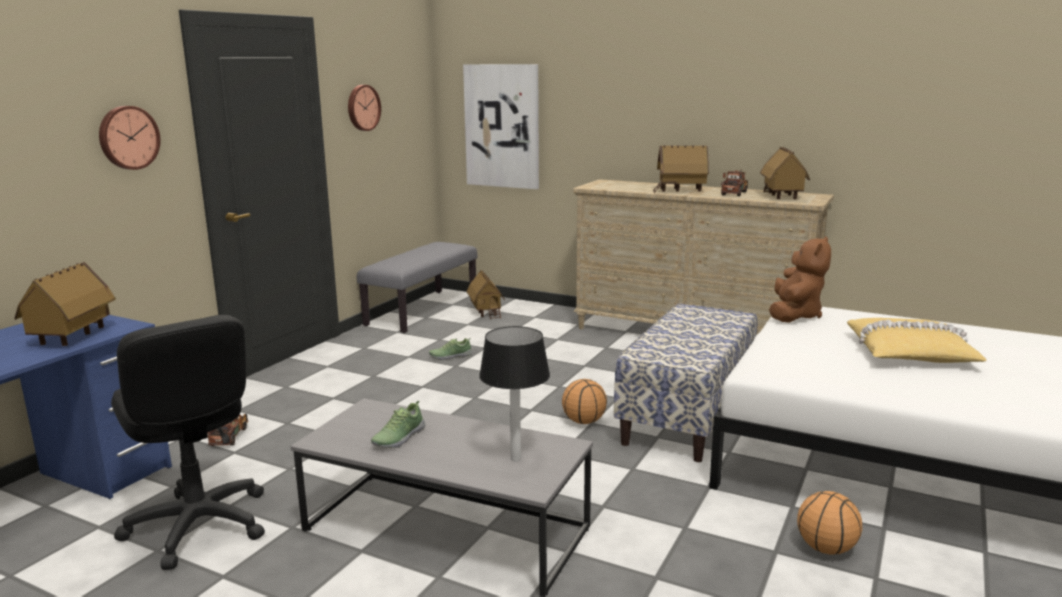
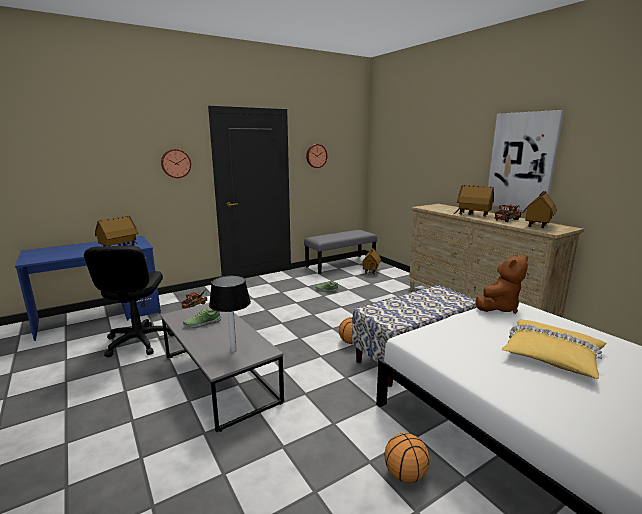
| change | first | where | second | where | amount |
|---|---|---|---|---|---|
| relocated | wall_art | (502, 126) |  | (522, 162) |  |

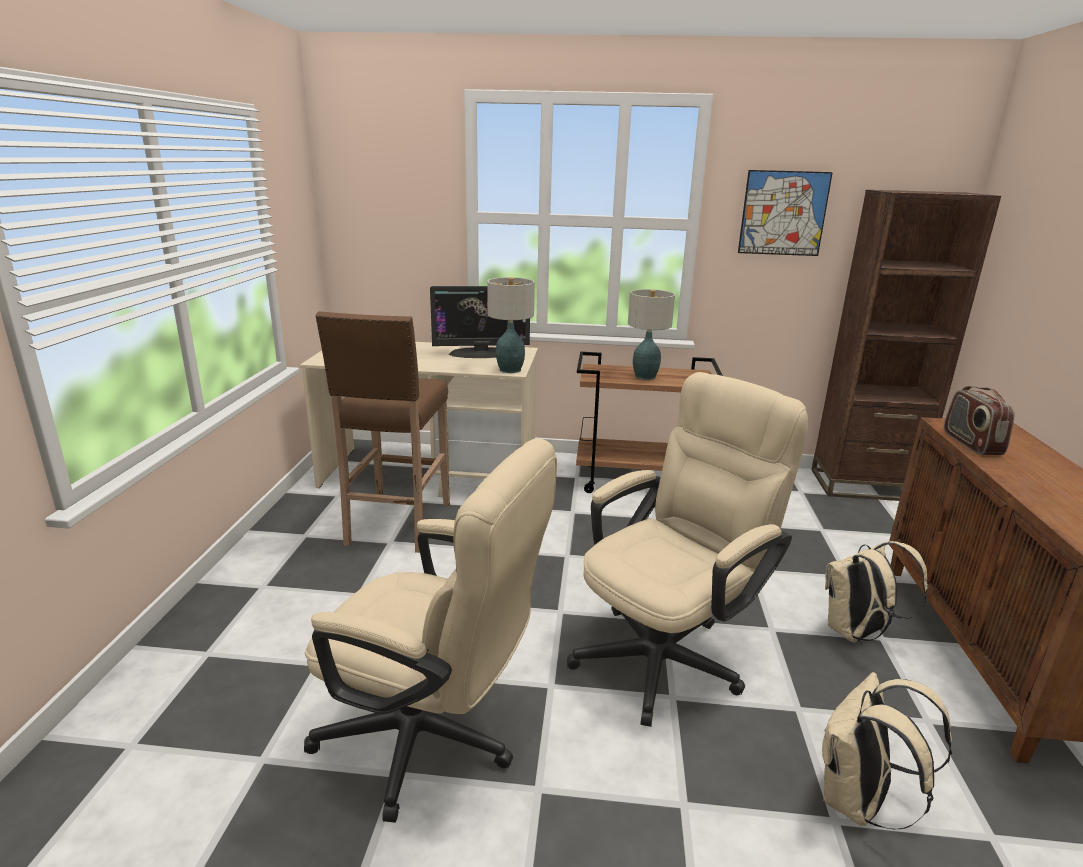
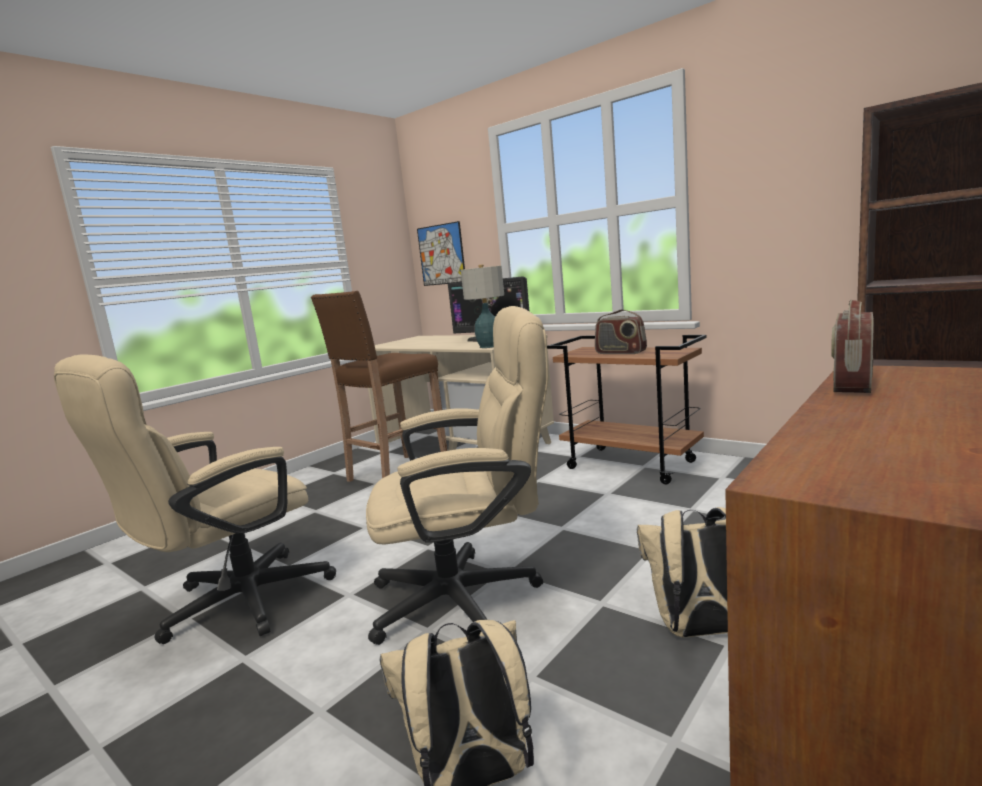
| change | first | where | second | where | amount |
|---|---|---|---|---|---|
| relocated | wall_art | (783, 213) |  | (441, 254) |  |
| exchanged | lamp_for_a_table | (645, 376) | radio | (620, 352) |  |
| spun | beige-coloured_desk_chair | (433, 741) |  | (231, 606) | 75 degrees clockwise |

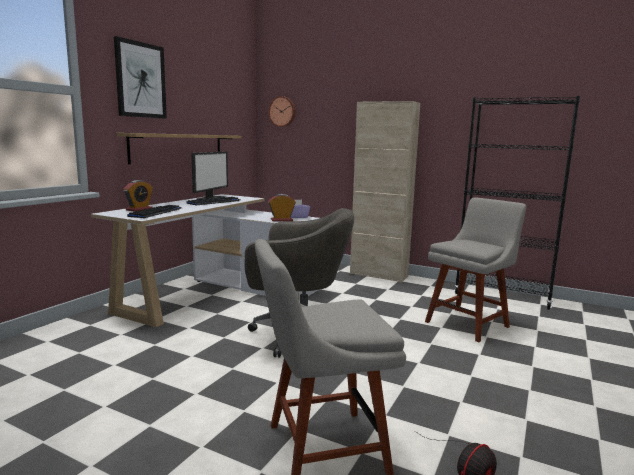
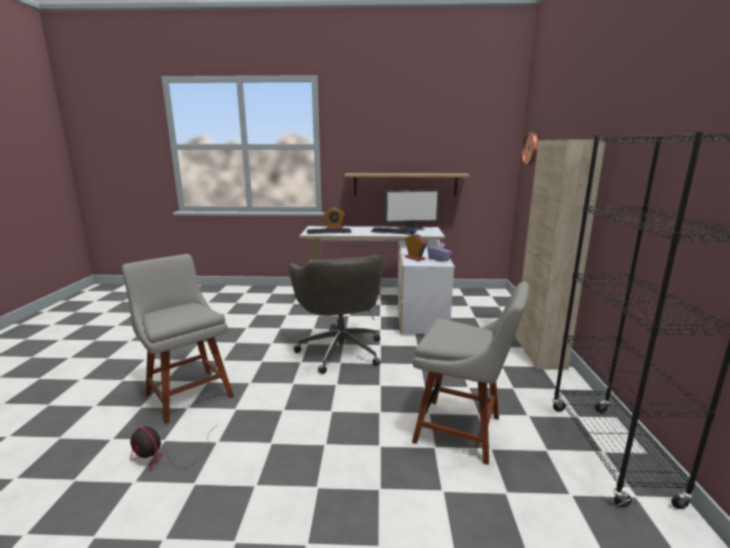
| change | first | where | second | where | amount |
|---|---|---|---|---|---|
| missing | wall_art | (140, 80) |  |  |  |

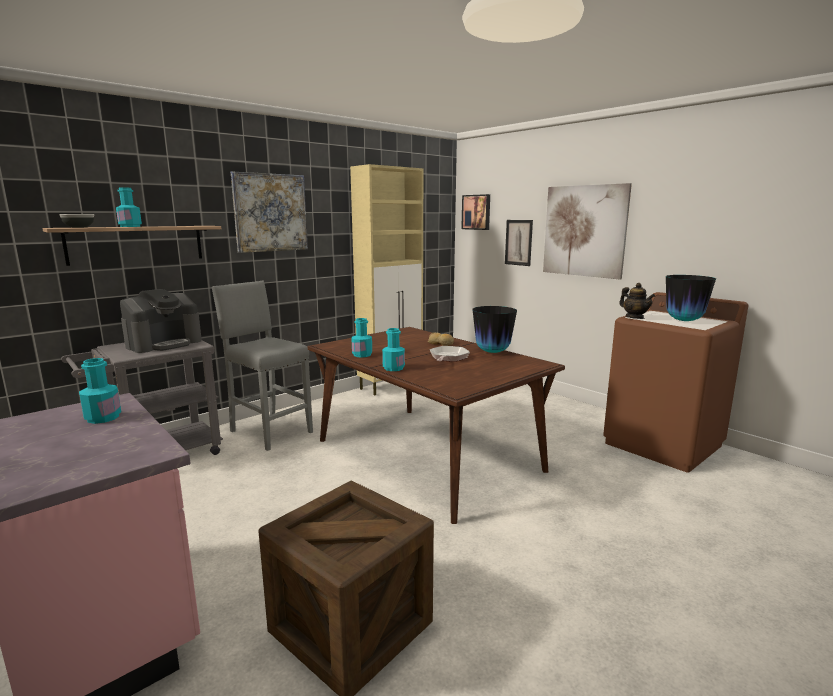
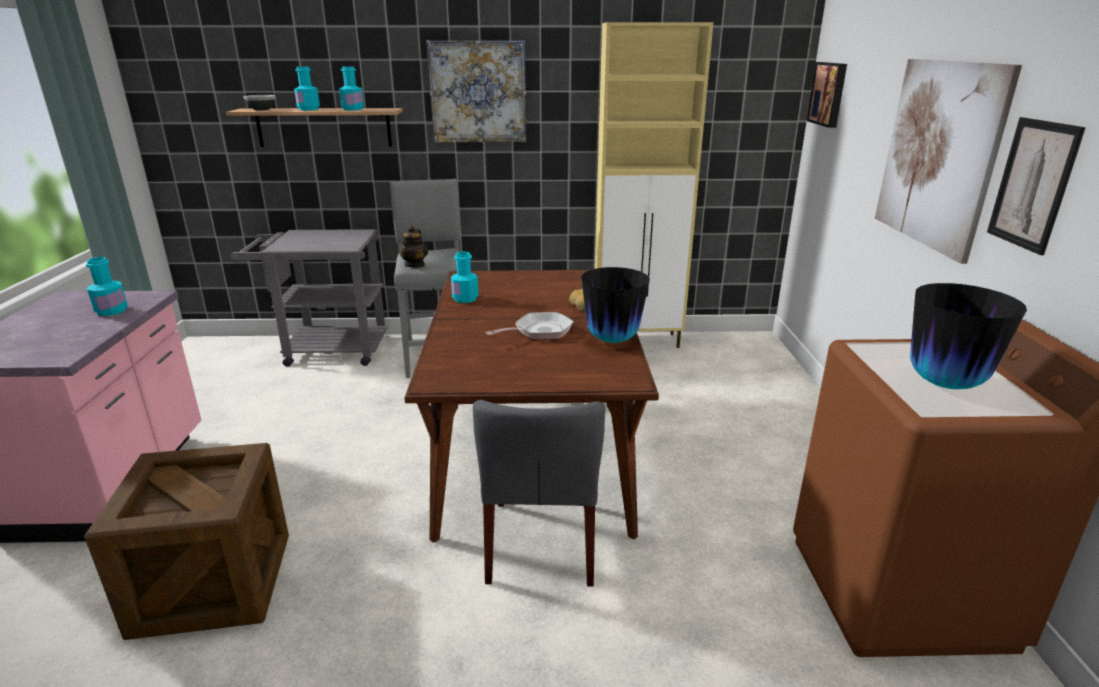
| change | first | where | second | where | amount |
|---|---|---|---|---|---|
| relocated | wall_art | (518, 242) |  | (1033, 184) |  |
| relocated | teapot | (634, 317) |  | (415, 264) |  |
| missing | coffee_machine | (164, 343) |  |  |  |
| relocated | turquoise_beverage_bottle | (393, 368) |  | (353, 109) |  |
| appeared |  |  | gray_upright_chair | (541, 542) |  |

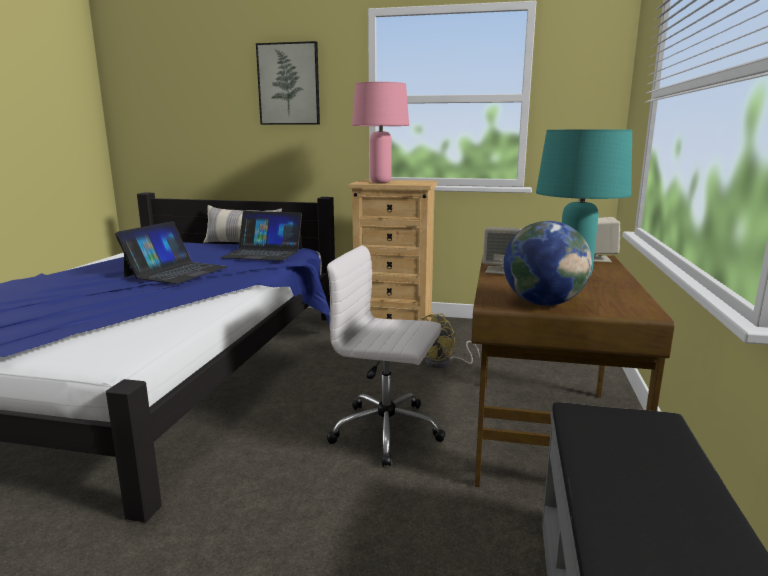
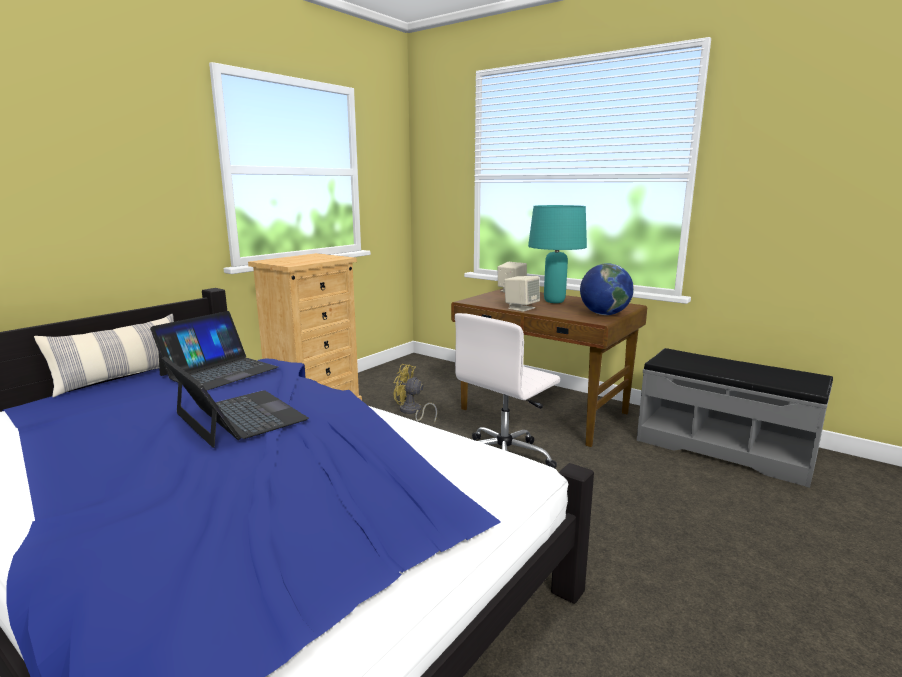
| change | first | where | second | where | amount |
|---|---|---|---|---|---|
| missing | wall_art | (289, 84) |  |  |  |
| missing | pink-coloured_lamp_for_a_table | (380, 182) |  |  |  |
| spun | yellow_cooling_fan | (444, 363) |  | (412, 412) | 135 degrees clockwise |

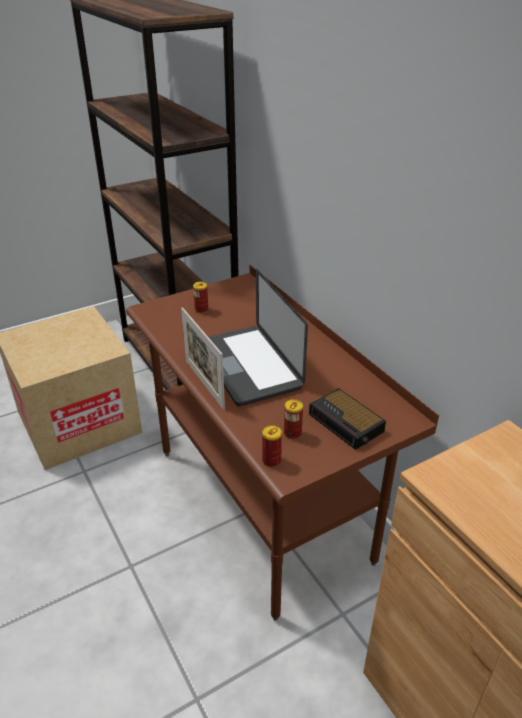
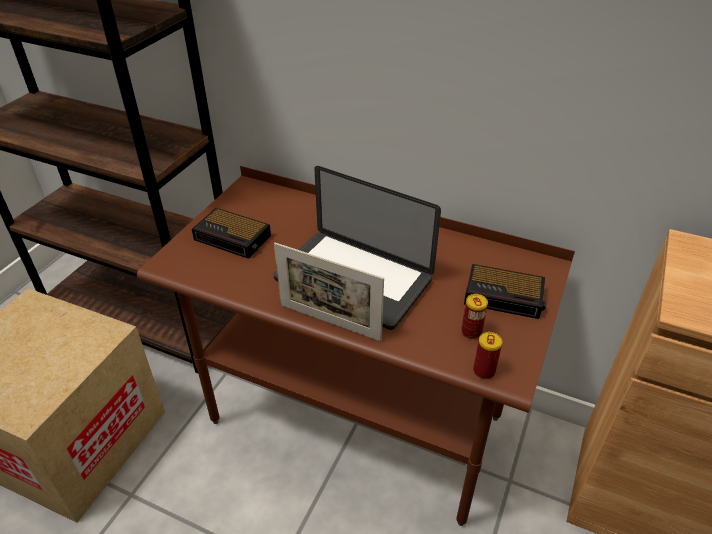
| change | first | where | second | where | amount |
|---|---|---|---|---|---|
| exchanged | can | (201, 310) | table_clock | (234, 238) |  |

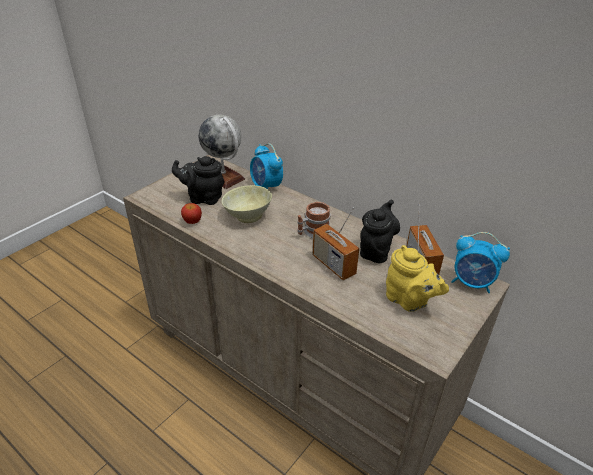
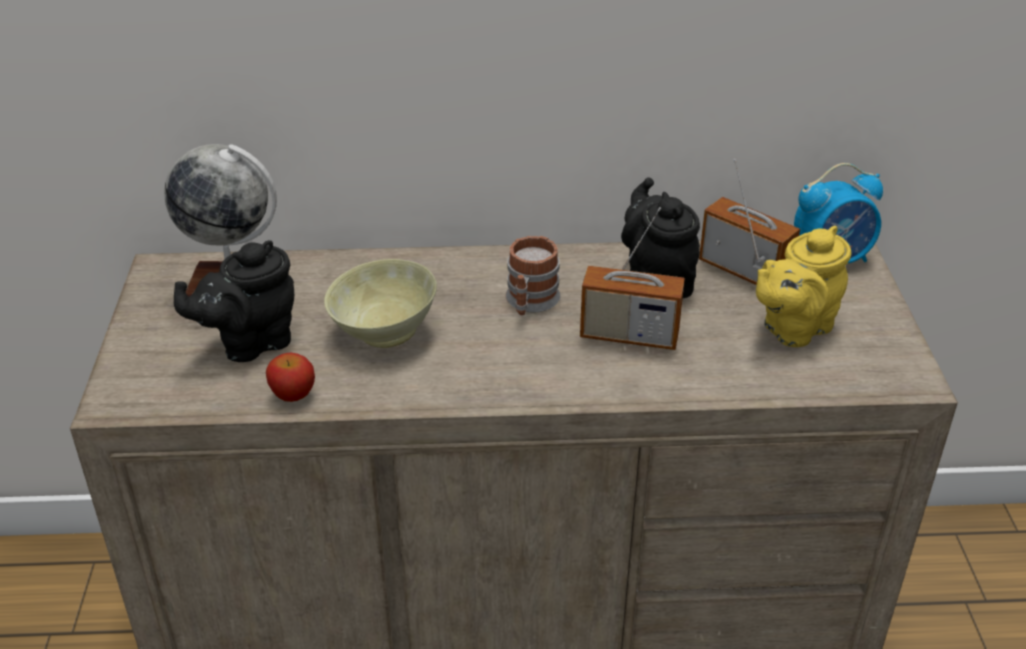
| change | first | where | second | where | amount |
|---|---|---|---|---|---|
| missing | table_clock | (266, 187) |  |  |  |
| spun | yellow_teapot | (409, 301) |  | (793, 328) | 135 degrees clockwise |

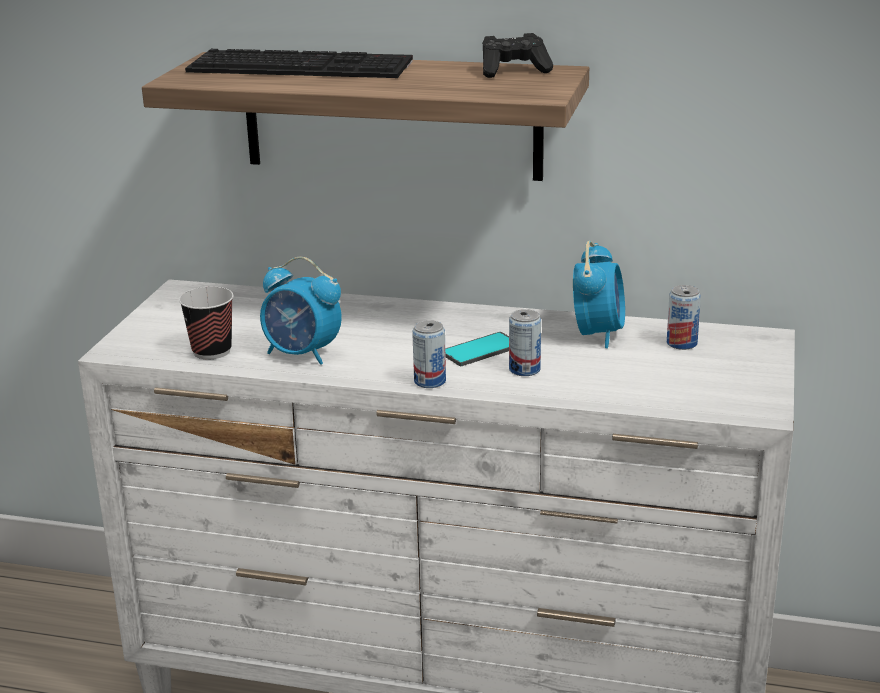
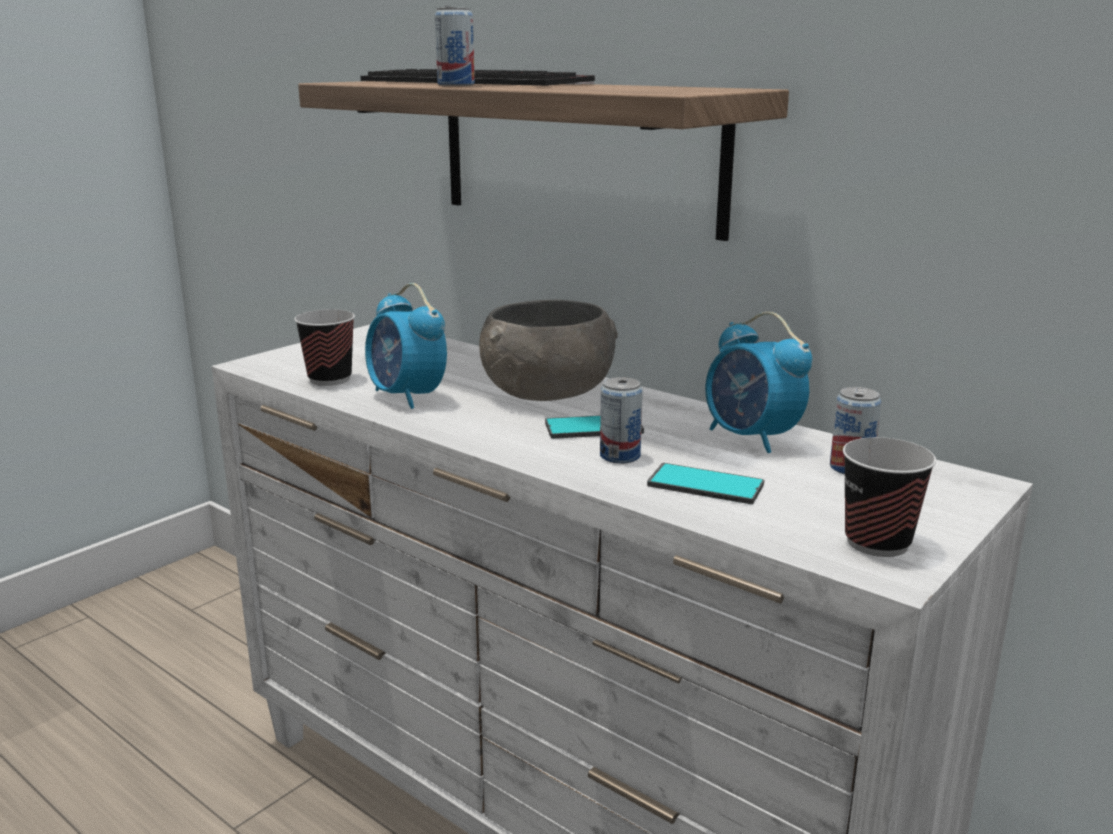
| change | first | where | second | where | amount |
|---|---|---|---|---|---|
| missing | black-coloured_game_controller | (514, 71) |  |  |  |
| spun | table_clock | (598, 334) |  | (751, 438) | 105 degrees clockwise |
| relocated | can | (430, 381) |  | (456, 85) |  |
| appeared |  |  | gray_deep_dish | (549, 393) |  |
| appeared |  |  | drinking_cup | (877, 542) |  |
| appeared |  |  | handset | (705, 485) |  |

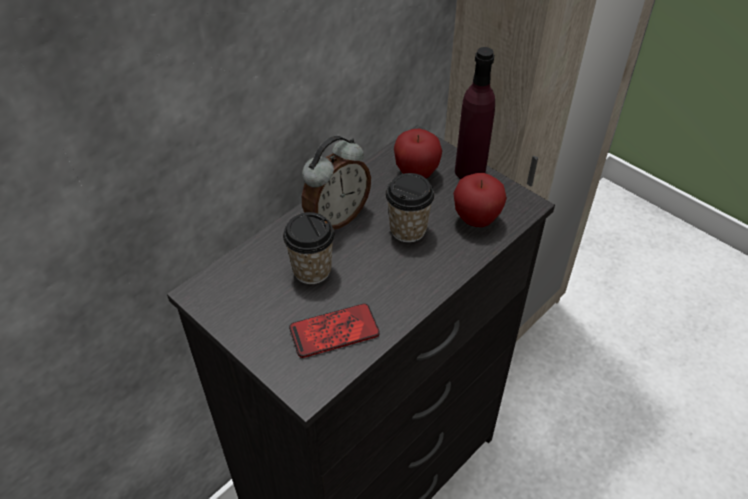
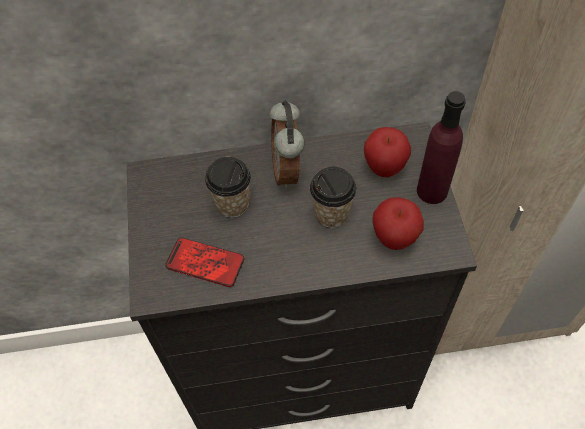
| change | first | where | second | where | amount |
|---|---|---|---|---|---|
| spun | table_clock | (336, 217) |  | (288, 170) | 90 degrees clockwise |

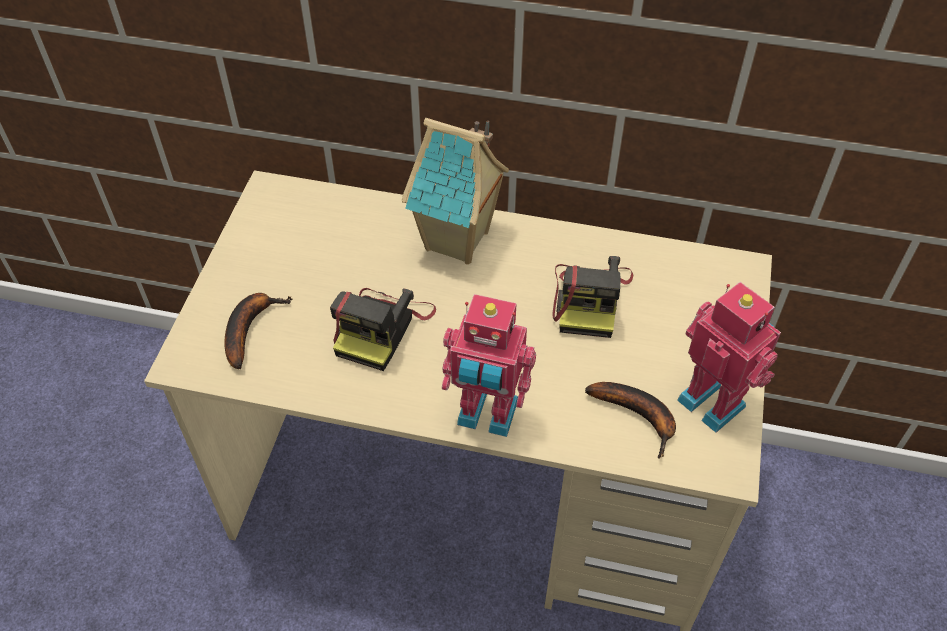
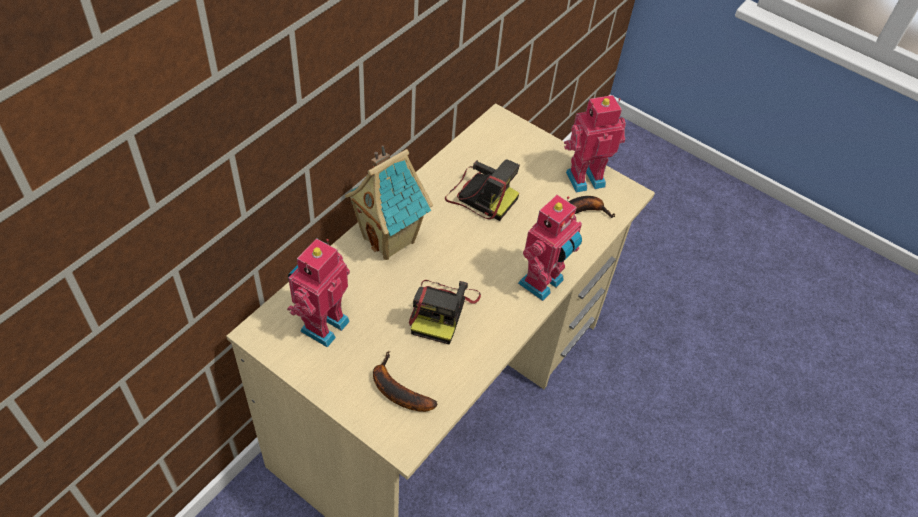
| change | first | where | second | where | amount |
|---|---|---|---|---|---|
| spun | still_camera | (382, 328) |  | (442, 310) | 60 degrees clockwise |
| appeared |  |  | model_robot | (322, 324) |  |

